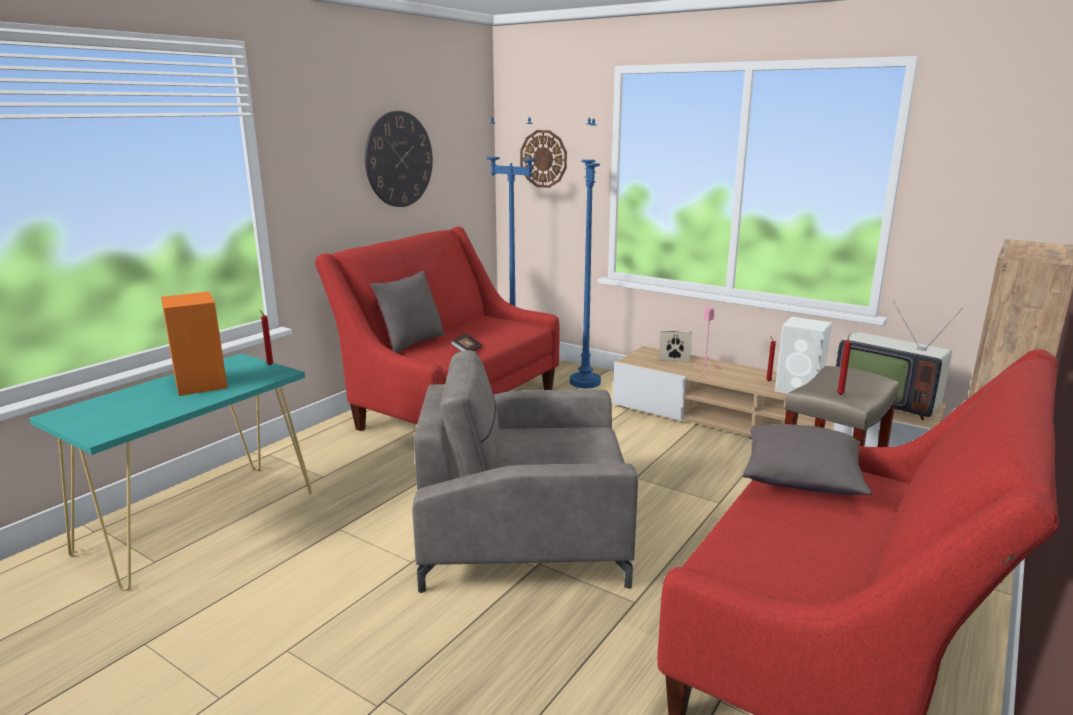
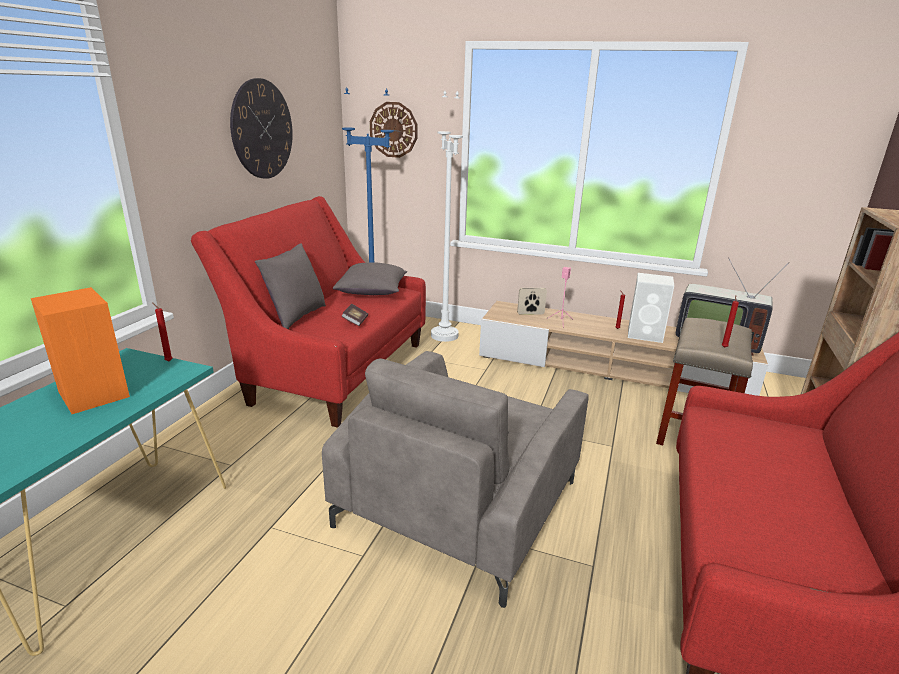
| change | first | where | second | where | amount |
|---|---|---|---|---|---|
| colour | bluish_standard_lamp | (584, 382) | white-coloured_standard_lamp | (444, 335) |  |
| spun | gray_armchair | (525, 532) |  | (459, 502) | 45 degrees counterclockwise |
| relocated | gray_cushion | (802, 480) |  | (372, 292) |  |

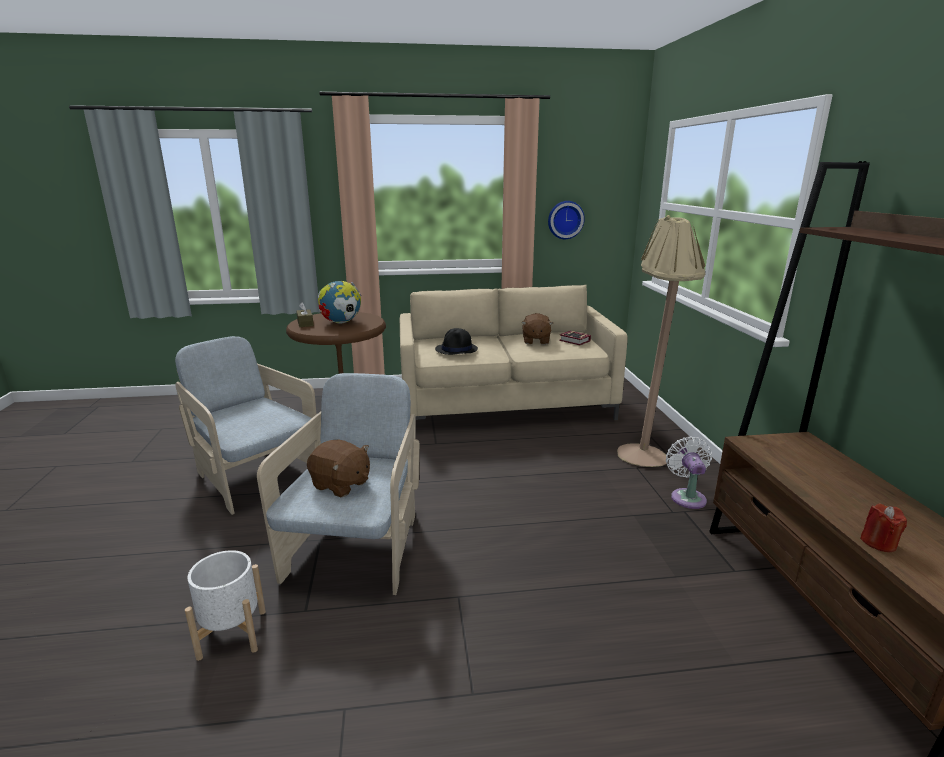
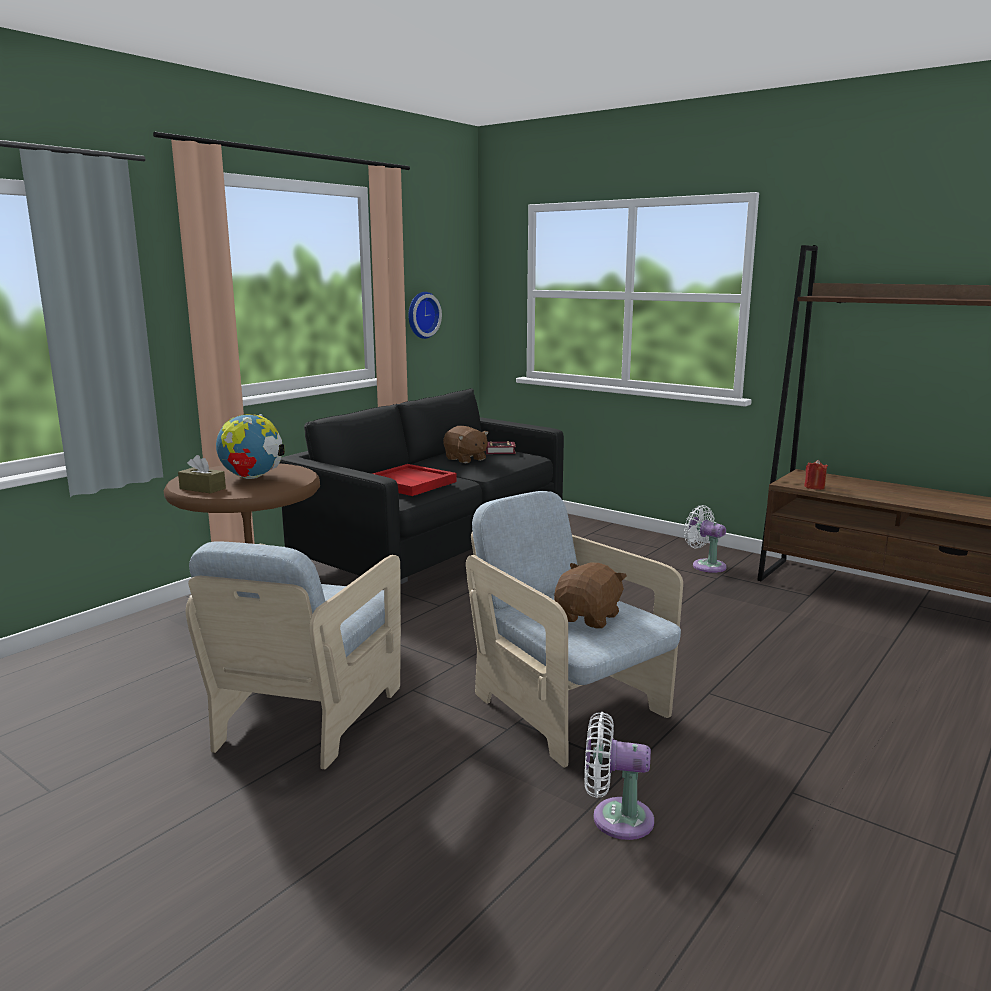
| change | first | where | second | where | amount |
|---|---|---|---|---|---|
| missing | beige-coloured_standard_lamp | (648, 452) |  |  |  |
| colour | beige-coloured_sofa | (504, 406) | black-coloured_sofa | (433, 552) |  |
| exchanged | black-coloured_hat | (456, 349) | red-coloured_serving_tray | (411, 483) |  |
| spun | beige-coloured_armchair | (255, 477) |  | (307, 715) | 75 degrees counterclockwise |
| spun | brownish_plush_toy | (341, 485) |  | (588, 617) | 45 degrees counterclockwise |
| relocated | red-coloured_wax_candle | (878, 543) |  | (814, 487) |  |
| exchanged | white-coloured_flower_pot | (233, 634) | white-coloured_cooling_fan | (615, 818) |  |

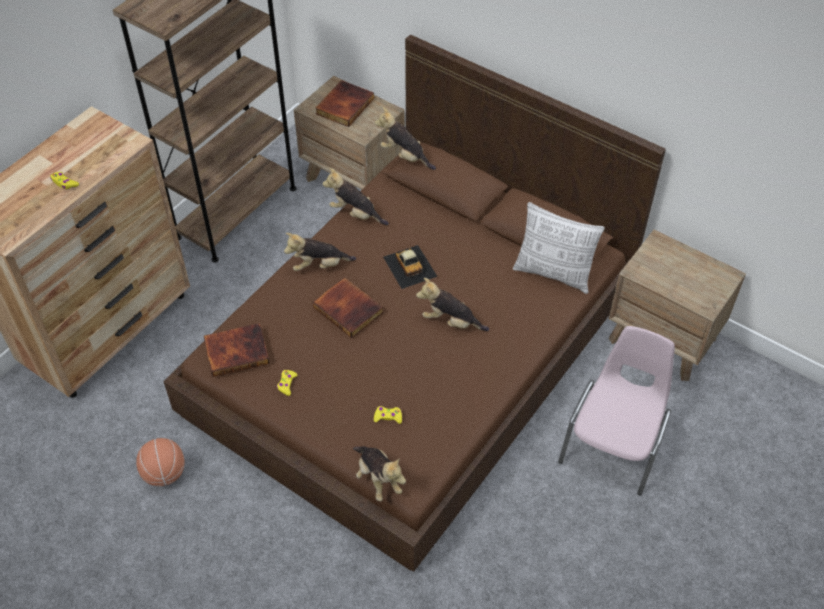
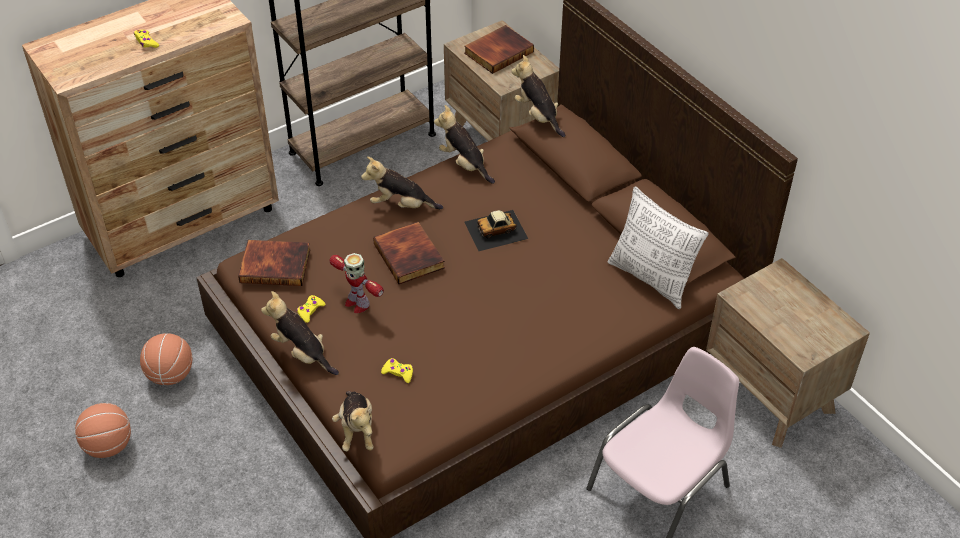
| change | first | where | second | where | amount |
|---|---|---|---|---|---|
| spun | toy_car | (410, 266) |  | (496, 230) | 75 degrees clockwise |
| relocated | plush_toy | (450, 321) |  | (302, 353) |  |
| appeared |  |  | model_robot | (357, 303) |  |
| appeared |  |  | basketball | (108, 446) |  |

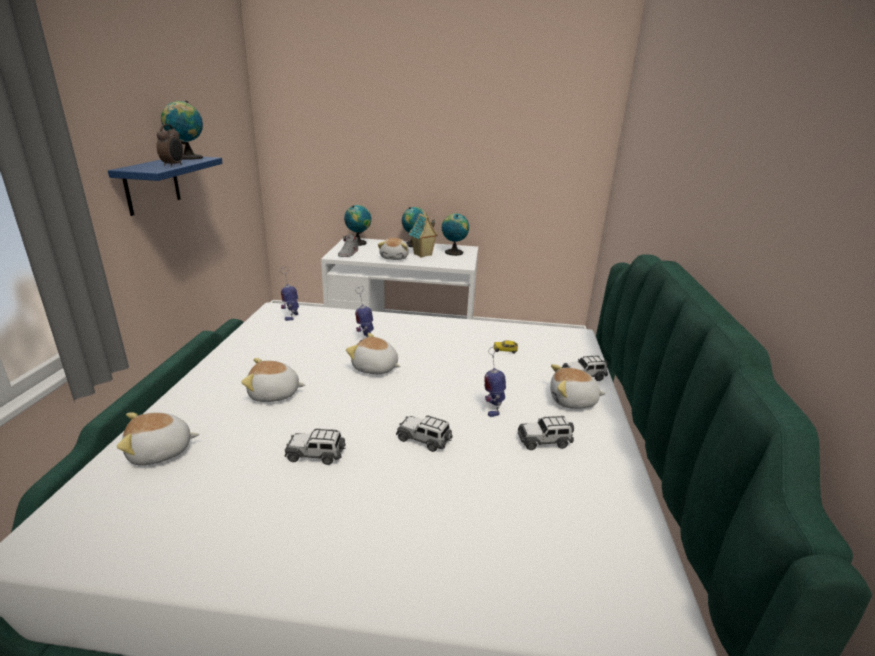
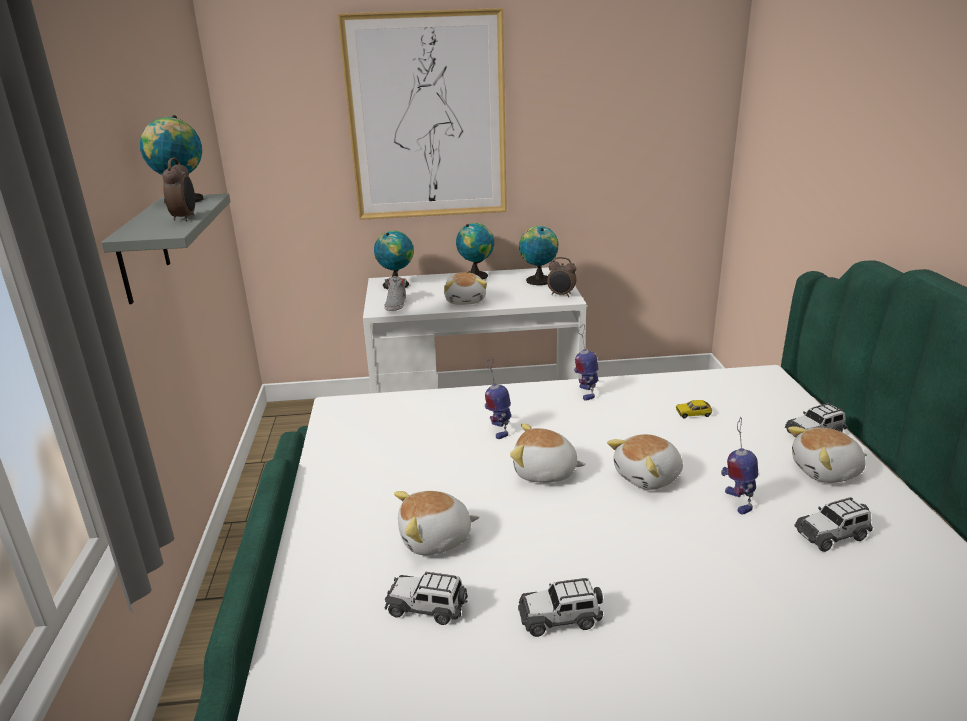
| change | first | where | second | where | amount |
|---|---|---|---|---|---|
| colour | bluish_shelf | (152, 184) | gray_shelf | (142, 250) |  |
| missing | miniature_house | (423, 255) |  |  |  |
| relocated | model_robot | (292, 316) |  | (585, 392) |  |
| relocated | plush_toy | (160, 452) |  | (648, 477) |  |
| relocated | toy_car | (424, 439) |  | (427, 607) |  |
| appeared |  |  | wall_art | (427, 118) |  |
| appeared |  |  | table_clock | (561, 295) |  |

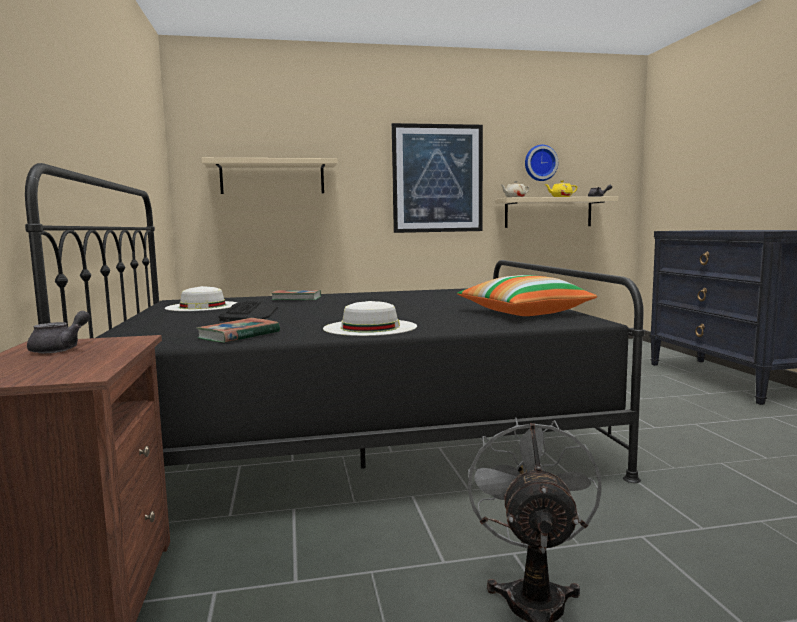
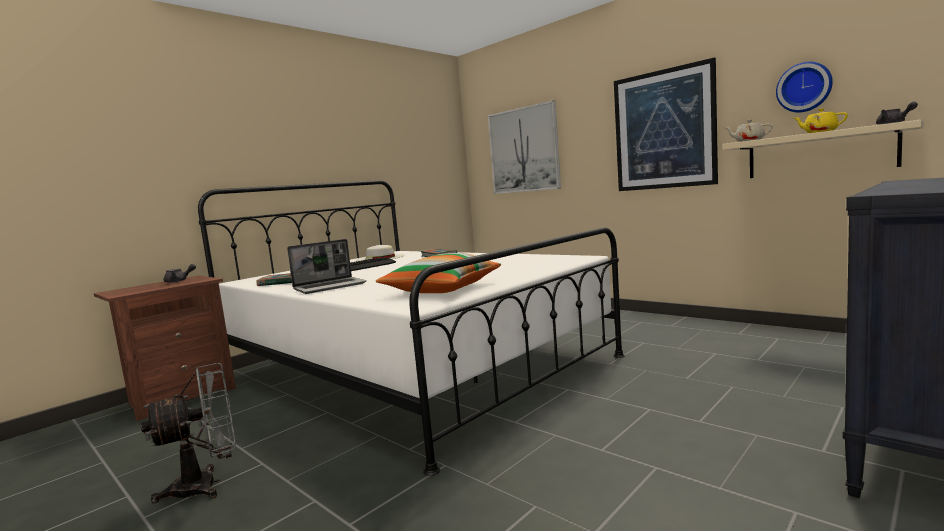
| change | first | where | second | where | amount |
|---|---|---|---|---|---|
| exchanged | beige-coloured_shelf | (272, 178) | wall_art | (524, 150) |  |
| colour | black-coloured_bedroom_bed | (352, 434) | white-coloured_bedroom_bed | (413, 365) |  |
| exchanged | white-coloured_hat | (370, 327) | laptop | (330, 286) |  |

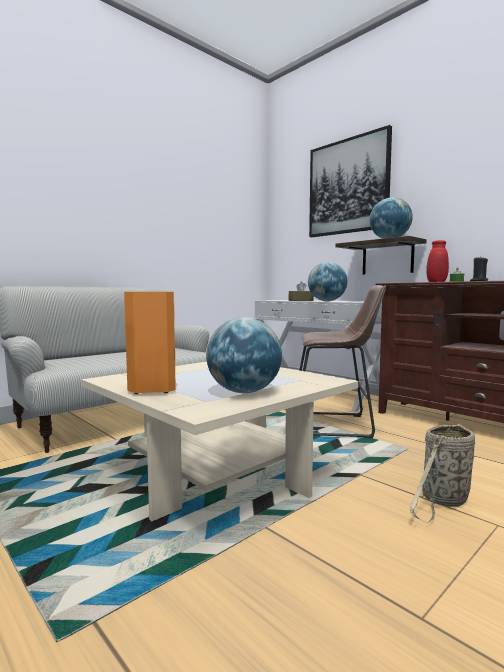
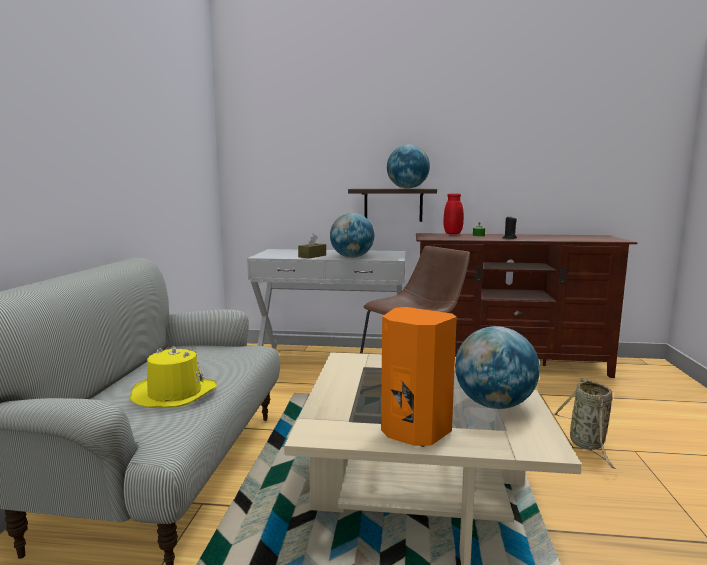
| change | first | where | second | where | amount |
|---|---|---|---|---|---|
| missing | wall_art | (348, 186) |  |  |  |
| appeared |  |  | yellow_hat | (174, 394) |  |

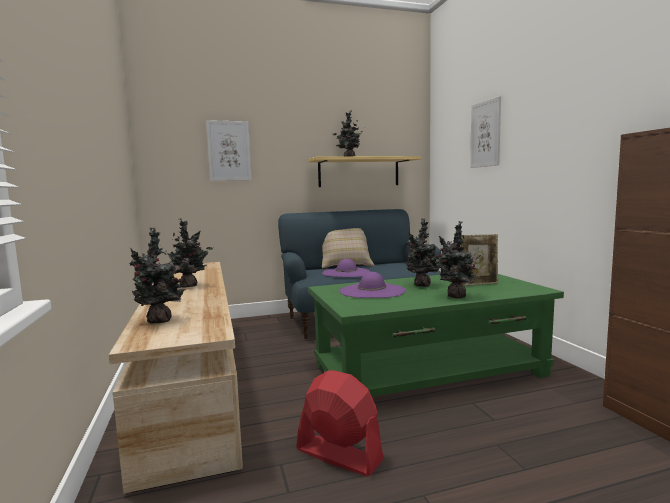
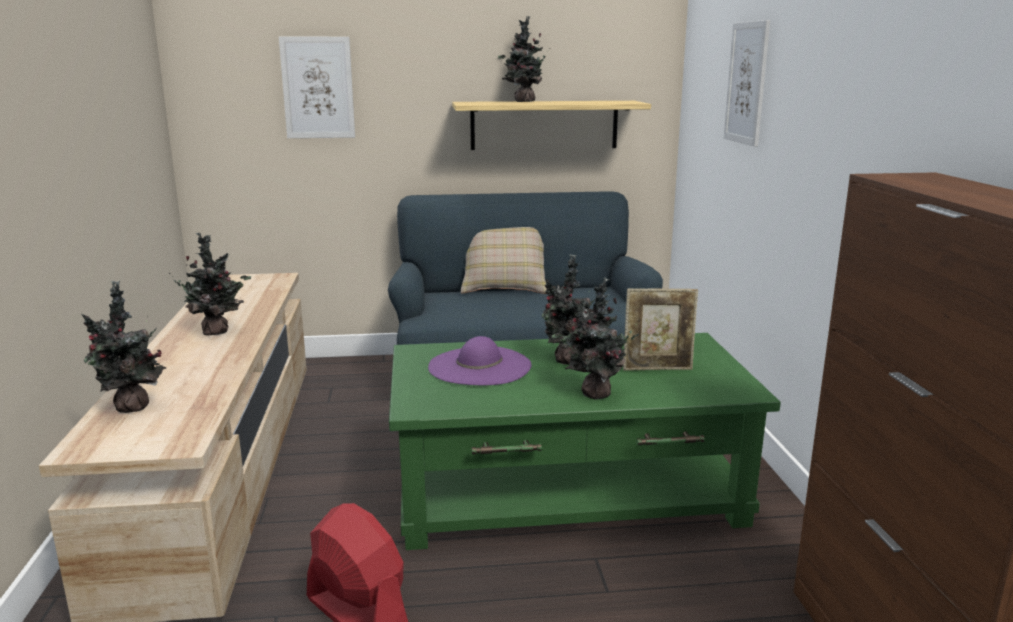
| change | first | where | second | where | amount |
|---|---|---|---|---|---|
| missing | purple-coloured_hat | (346, 272) |  |  |  |

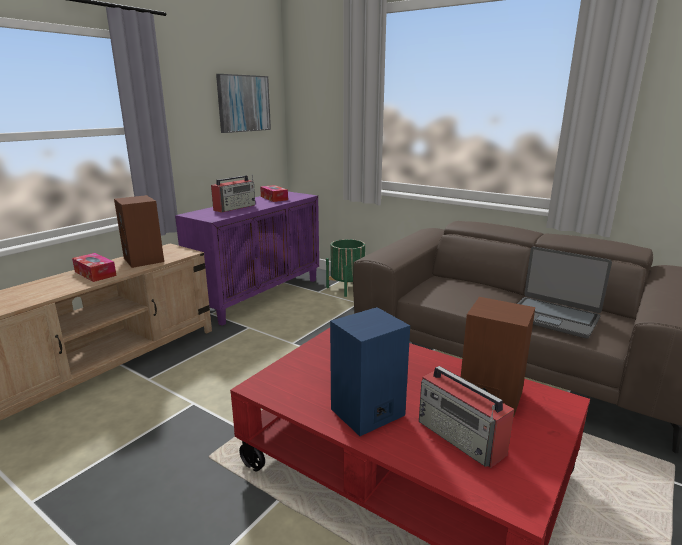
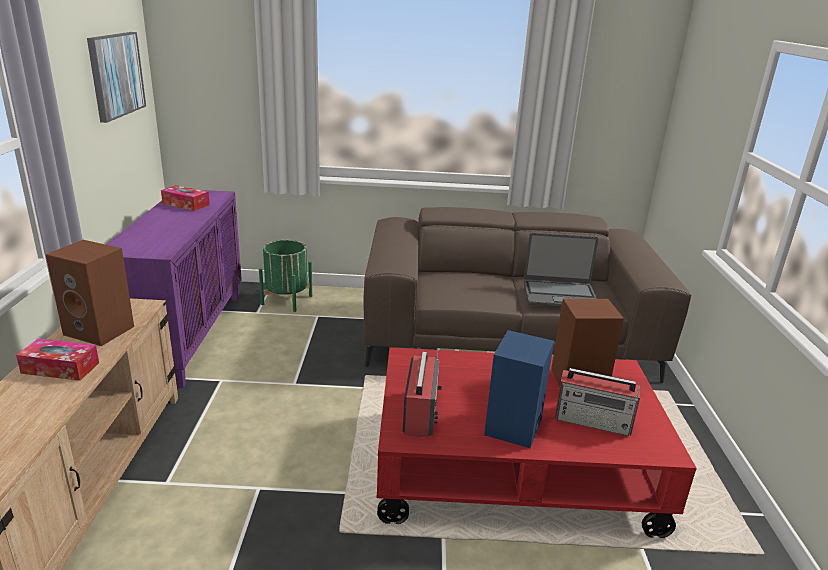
| change | first | where | second | where | amount |
|---|---|---|---|---|---|
| relocated | radio | (235, 208) |  | (420, 412) |  |

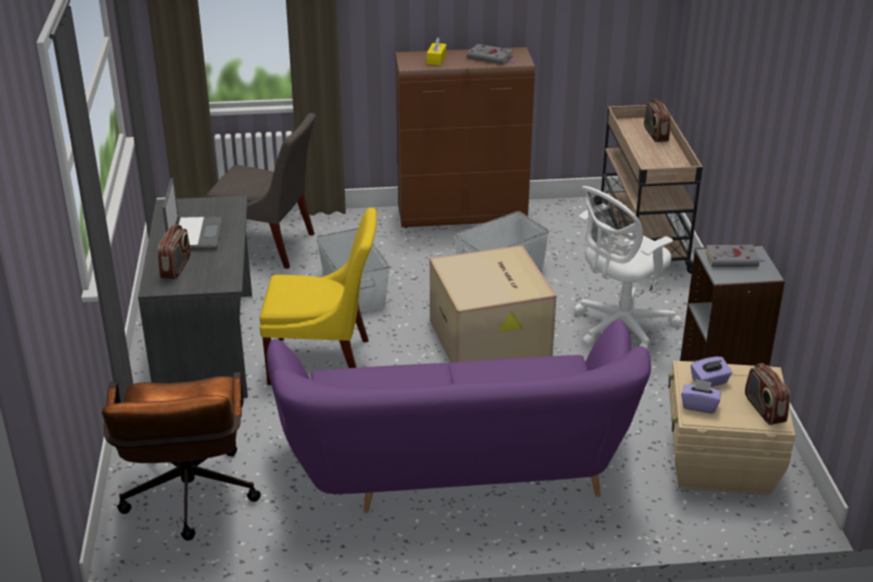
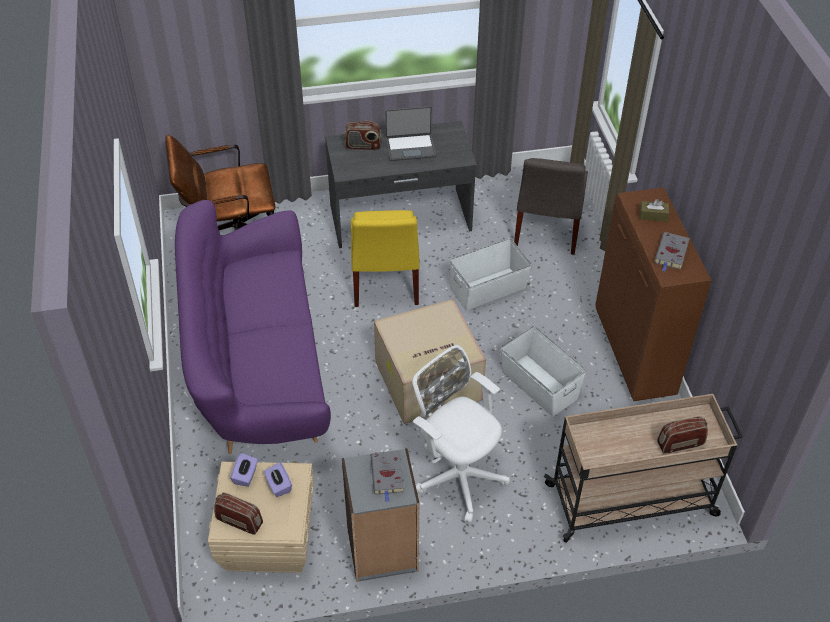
| change | first | where | second | where | amount |
|---|---|---|---|---|---|
| colour | yellow_tissue_holder | (436, 59) | brownish_tissue_holder | (653, 215) |  |
| spun | radio | (764, 409) |  | (240, 521) | 45 degrees clockwise |

